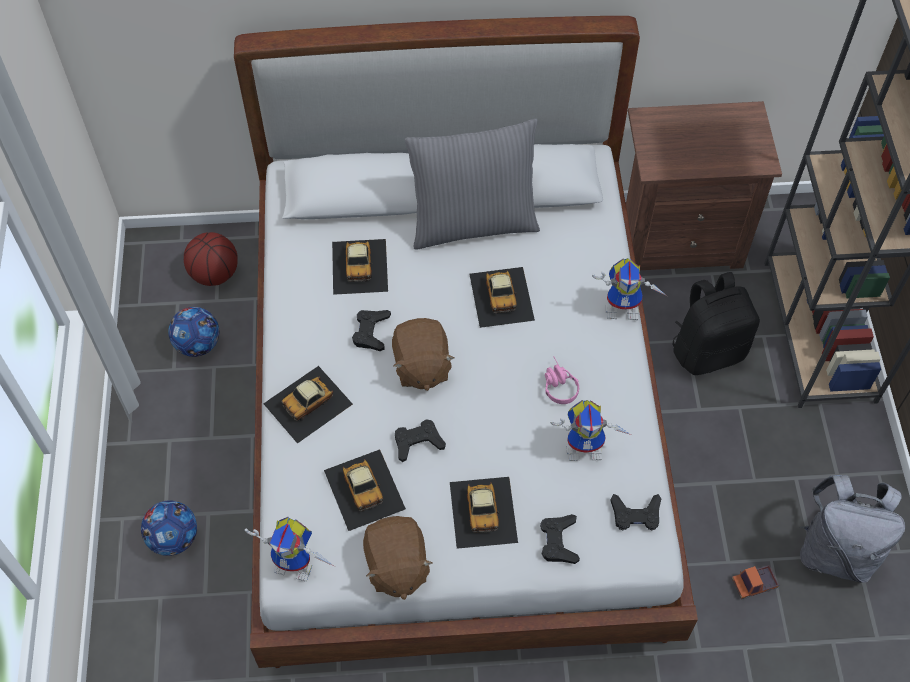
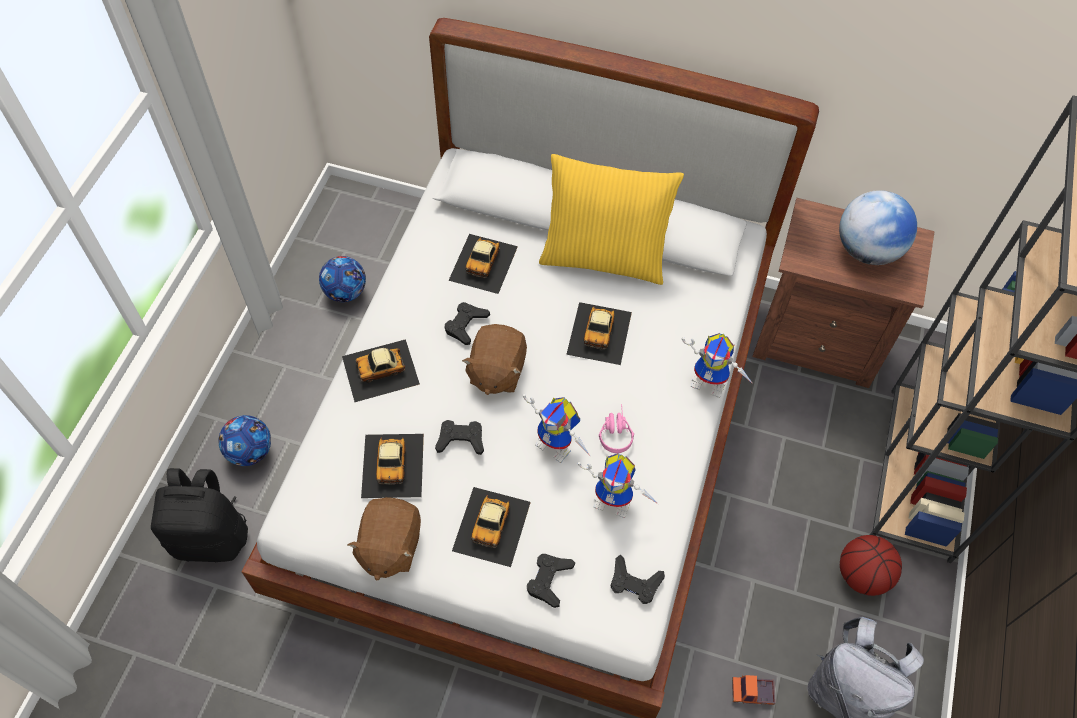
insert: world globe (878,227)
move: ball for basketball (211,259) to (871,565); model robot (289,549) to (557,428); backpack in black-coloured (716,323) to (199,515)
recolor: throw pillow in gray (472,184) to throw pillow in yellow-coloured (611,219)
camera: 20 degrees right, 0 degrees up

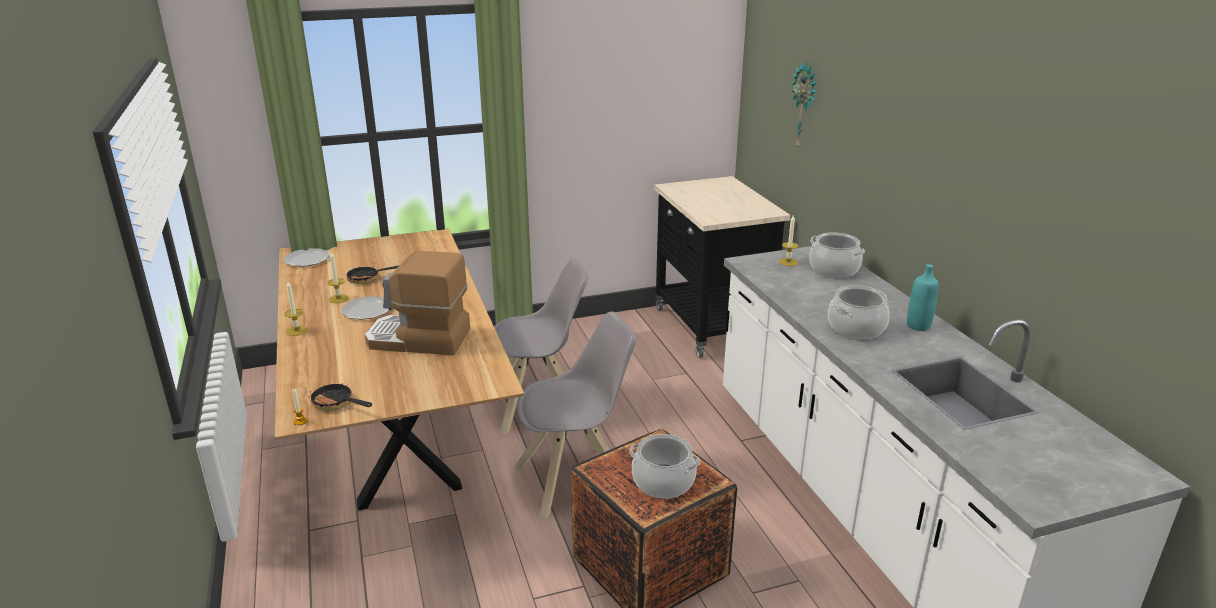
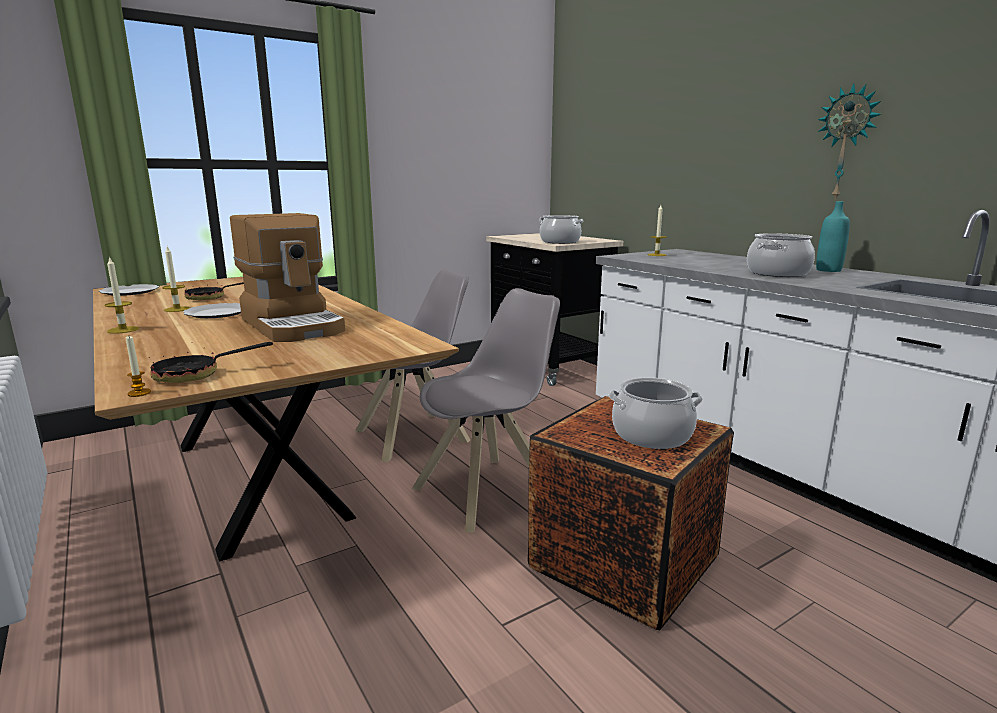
move: hanging clock (804,106) to (849,141); cooking pot (837,255) to (561,229)
rotate: frying pan (341,397) = (211,362) 45 degrees counterclockwise; coffee maker (417,303) = (287,277) 120 degrees counterclockwise
camera: 15 degrees left, 10 degrees down

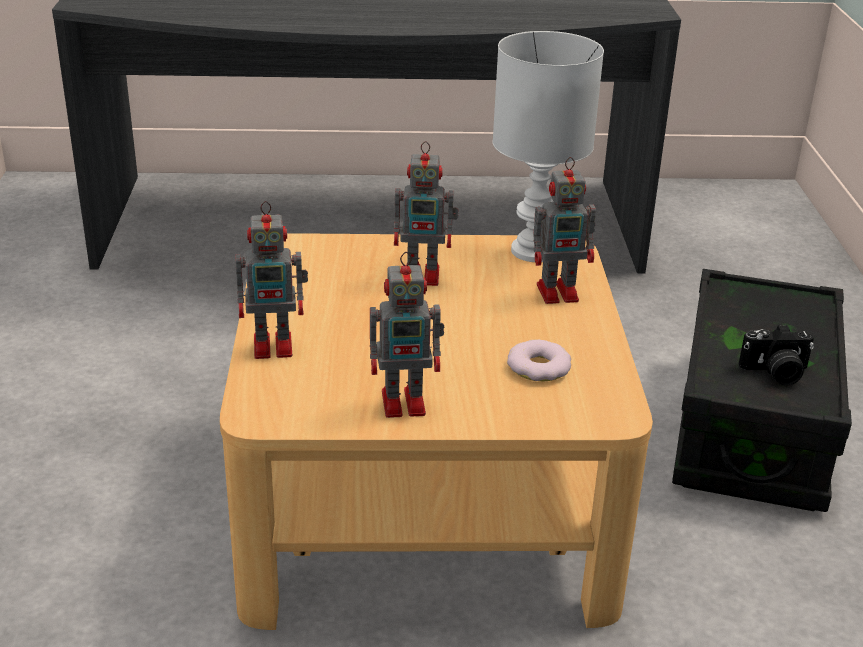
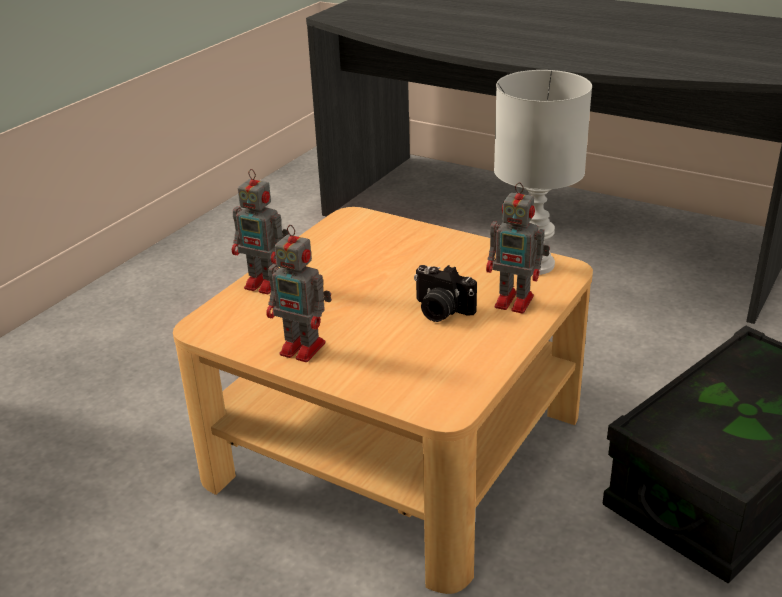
delete: model robot (426,213); doughnut (539,360)
move: still camera (776,355) to (445,293)
camera: 35 degrees right, 0 degrees up

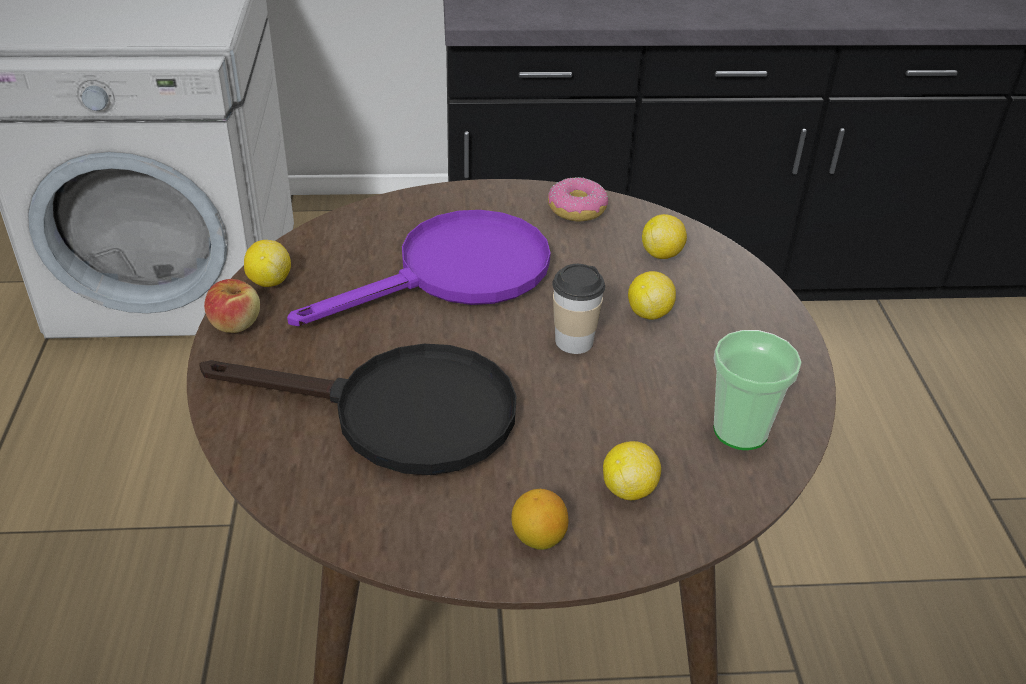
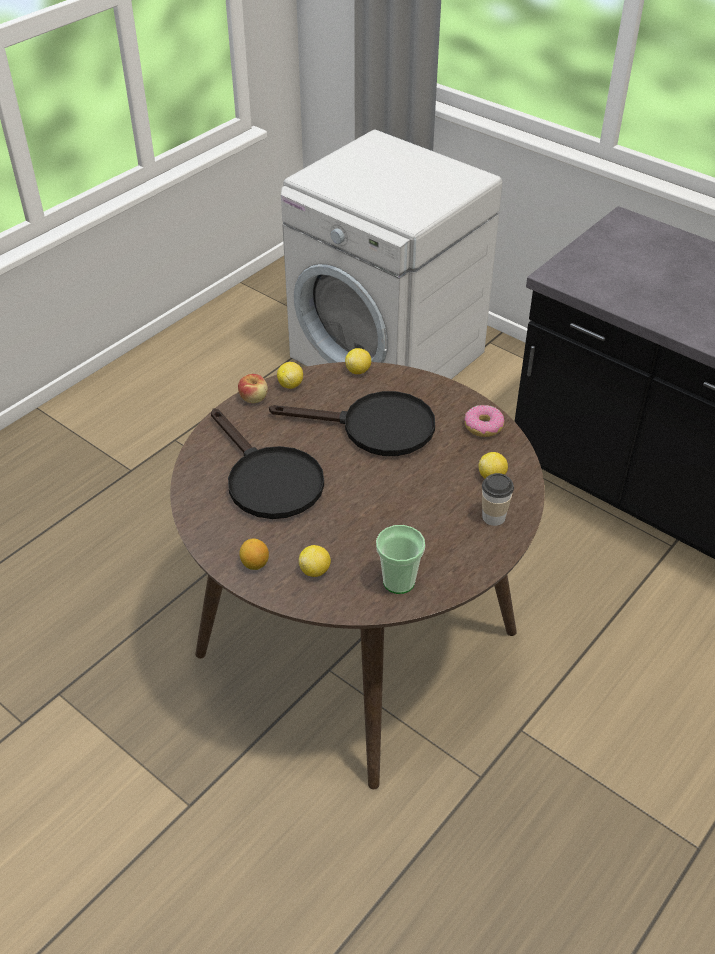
move: cup (578,309) to (498,499); whole lemon (652,295) to (358,361)
recolor: frying pan in purple (419,268) to frying pan in black-coloured (352,423)
camera: 45 degrees right, 5 degrees up

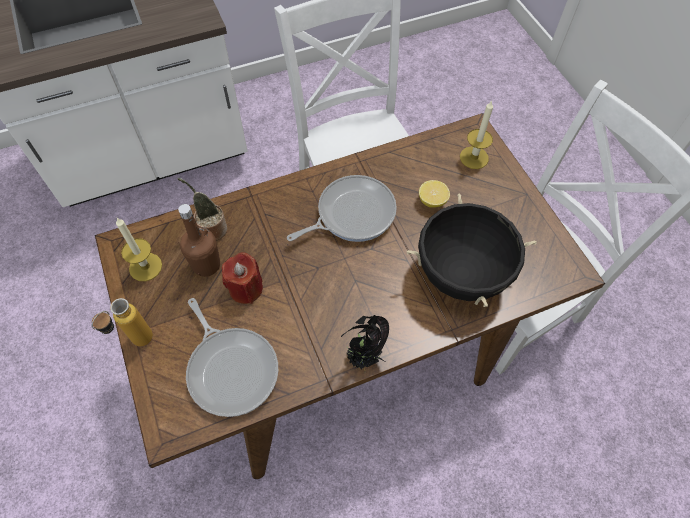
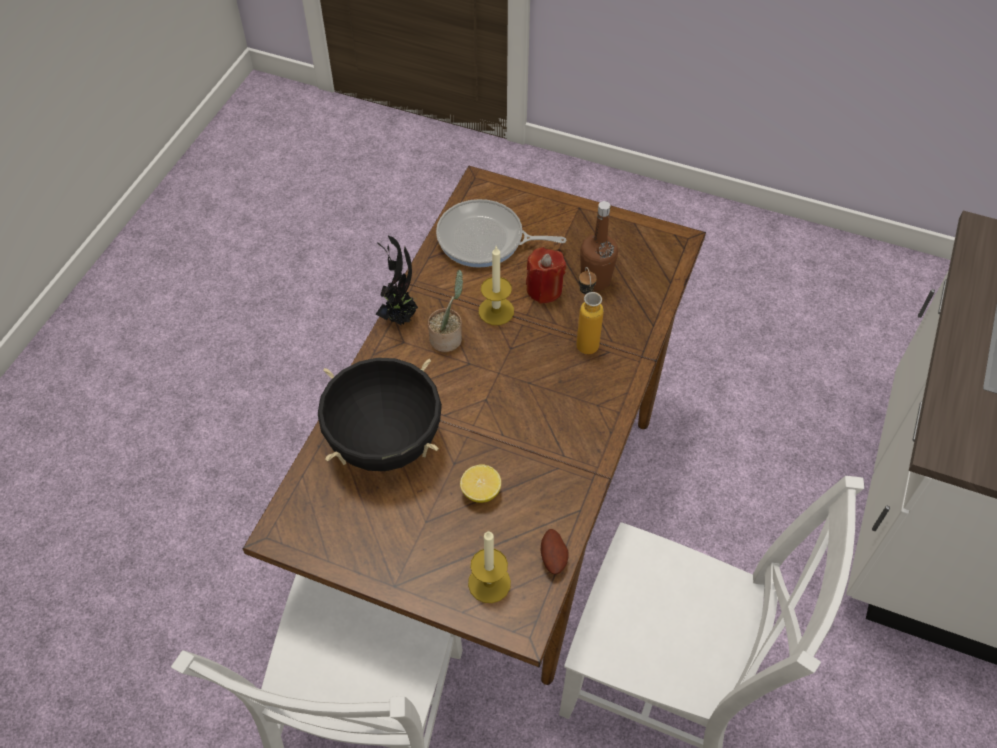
delete: frying pan (342,208)
insert: spud (555,552)
move: bottle (122,322) to (590,311); candle (139,249) to (496,286); potted plant (202,209) to (445,311)
camera: 135 degrees right, 5 degrees down

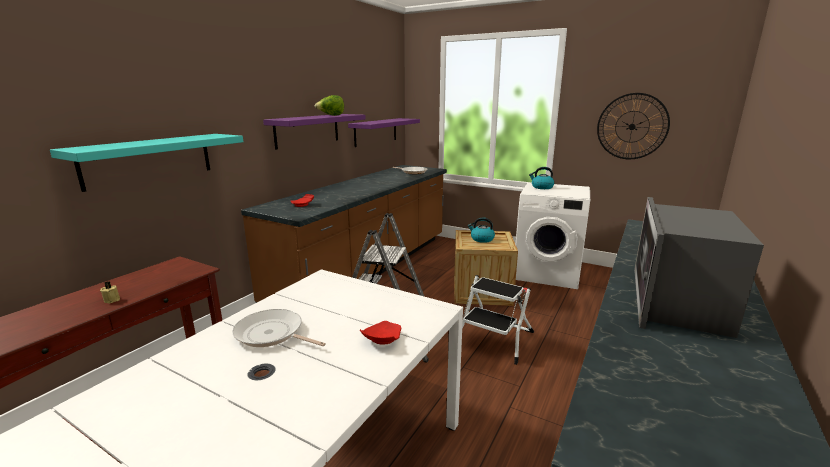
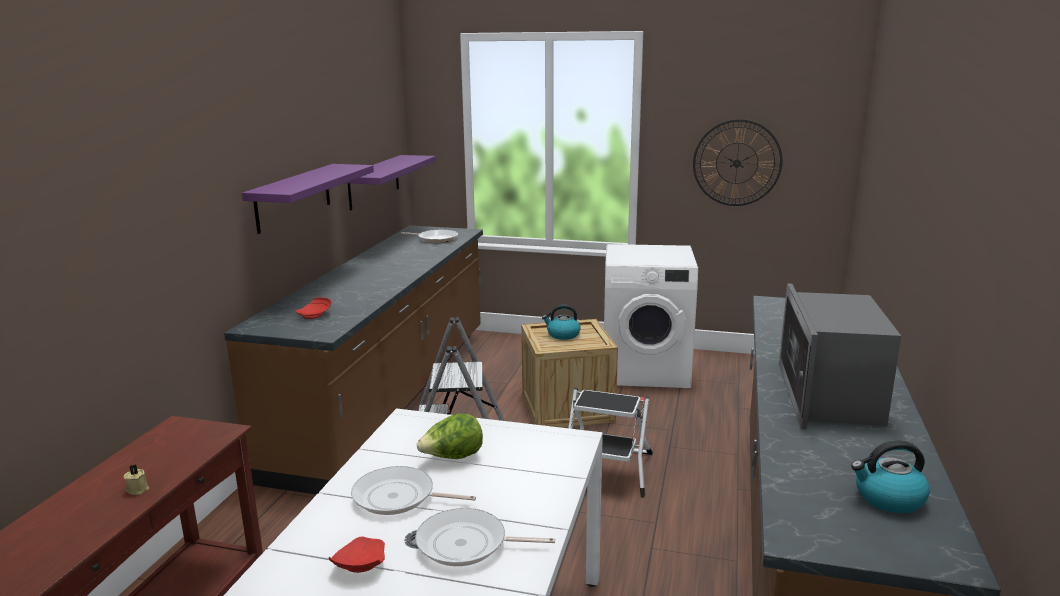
delete: bracket shelf in turquoise (146,163)
insert: frying pan (485,537)
move: lettuce (329,105) to (450,436); plate in red (380,333) to (357,555); water kettle (542,178) to (890,476)
camera: 15 degrees left, 0 degrees up

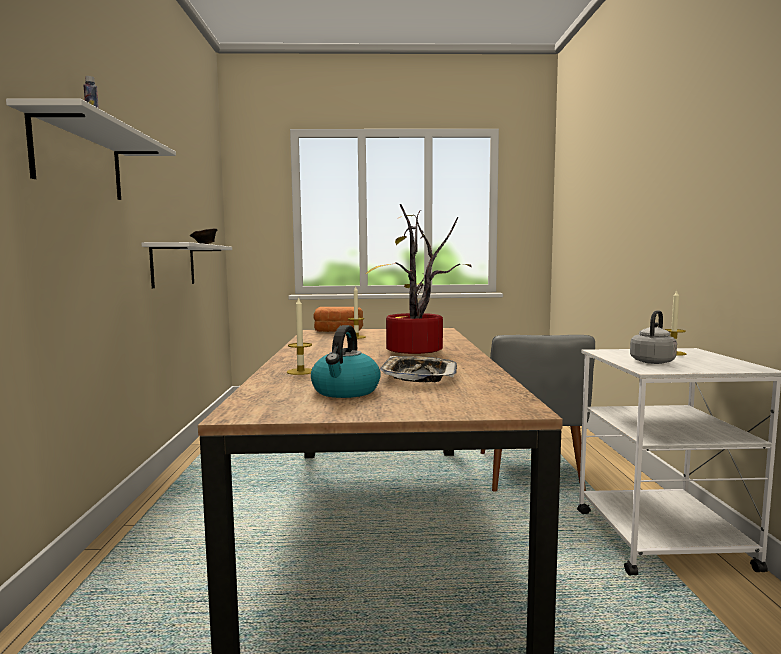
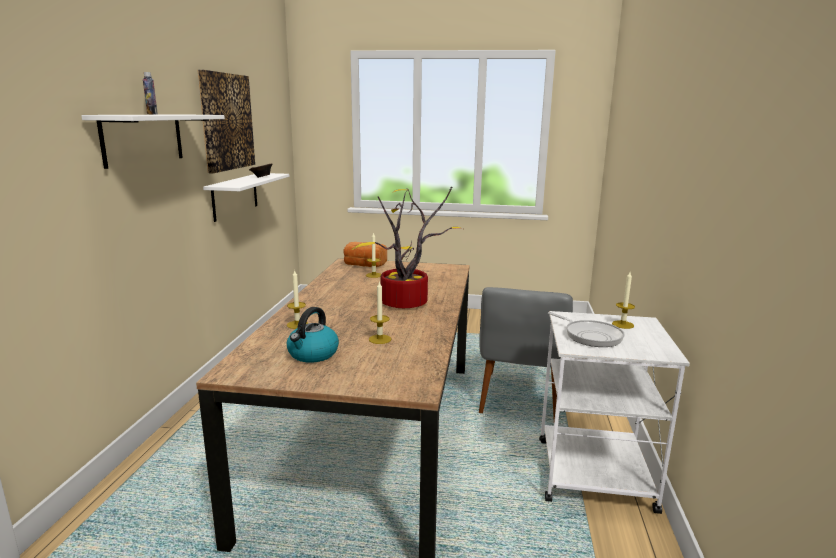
insert: wall art (226,121)
replace: serving tray (418,369) to candle (380,312); water kettle in gray (653,337) to frying pan (586,329)
camera: 10 degrees right, 10 degrees up

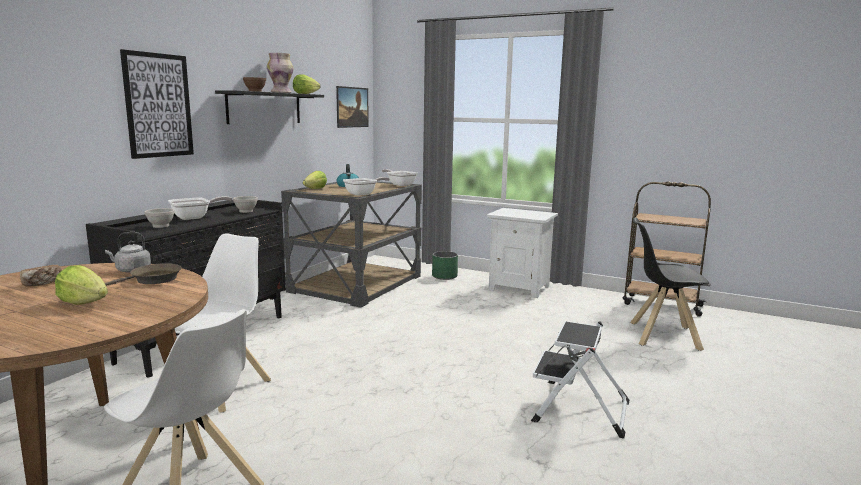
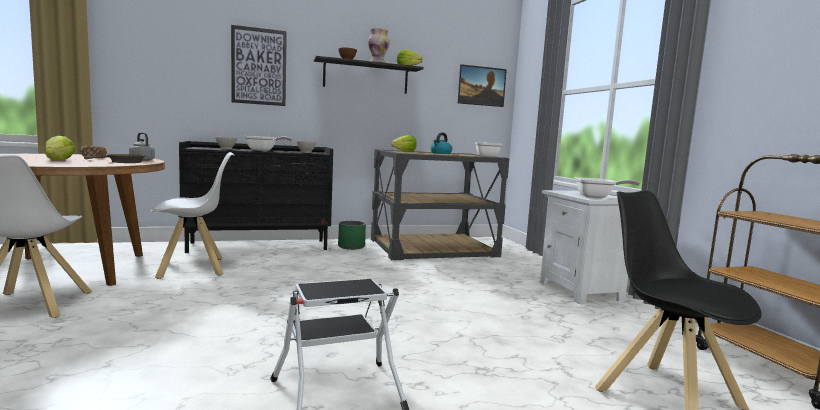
move: frying pan (366,186) to (607,187); plant pot in green (445,265) to (352,235)
camera: 45 degrees right, 5 degrees down

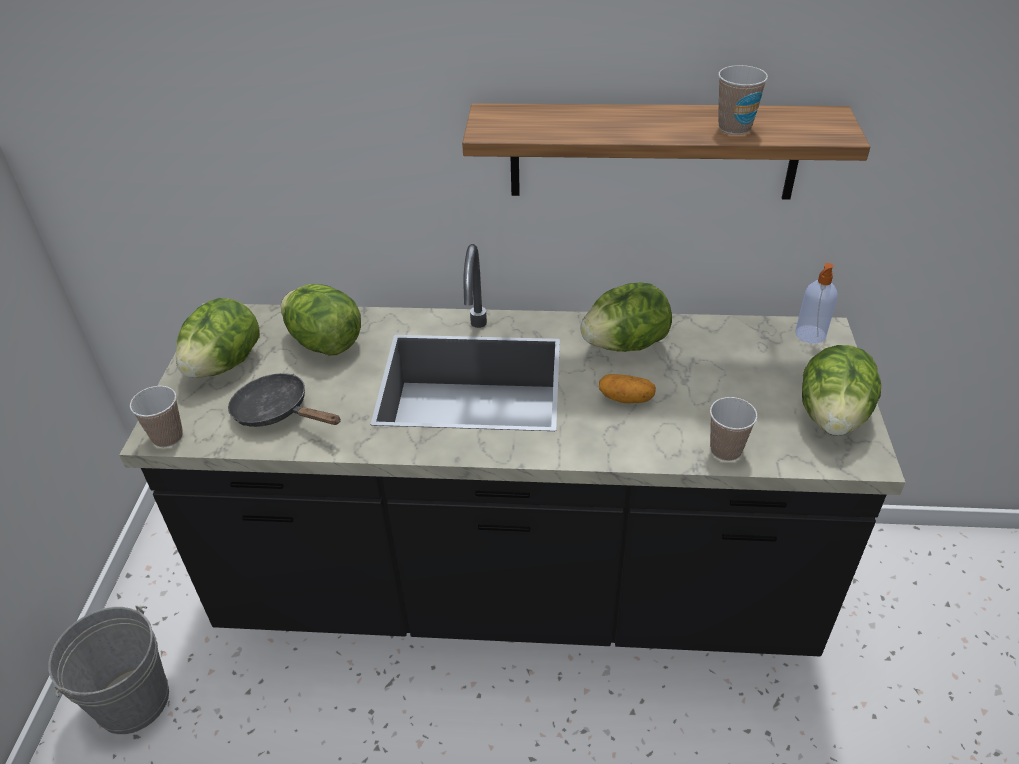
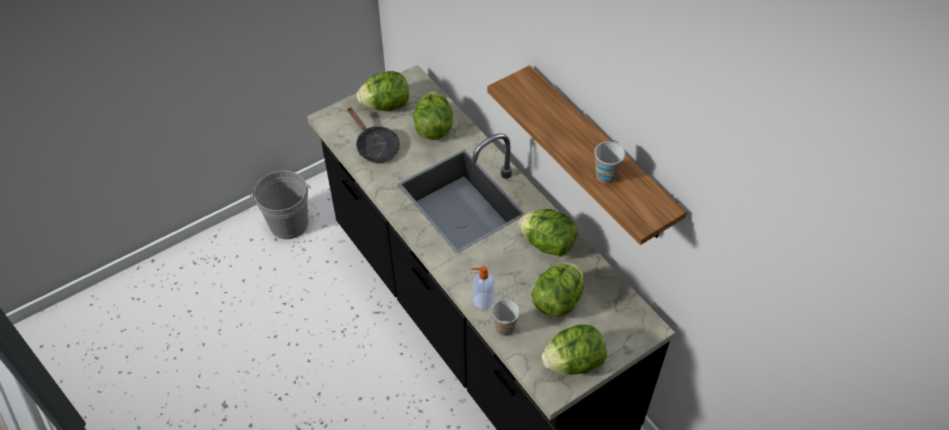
delete: cup (156,416); spud (627,389)
insert: lettuce (557,289)
move: liquid soap bottle (816,303) to (483,288)
rotate: frying pan in black-coloured (284,400) = (373,135) 150 degrees clockwise
camera: 50 degrees right, 10 degrees up

